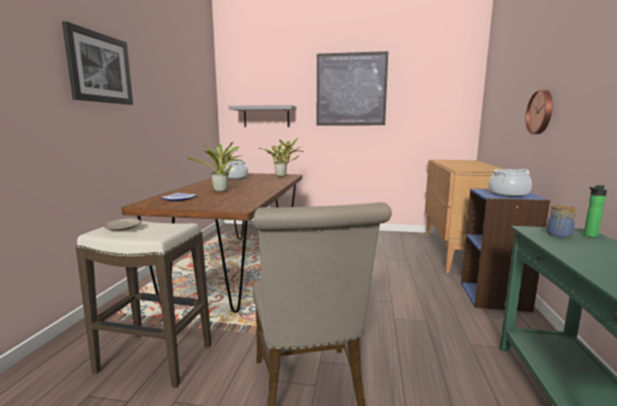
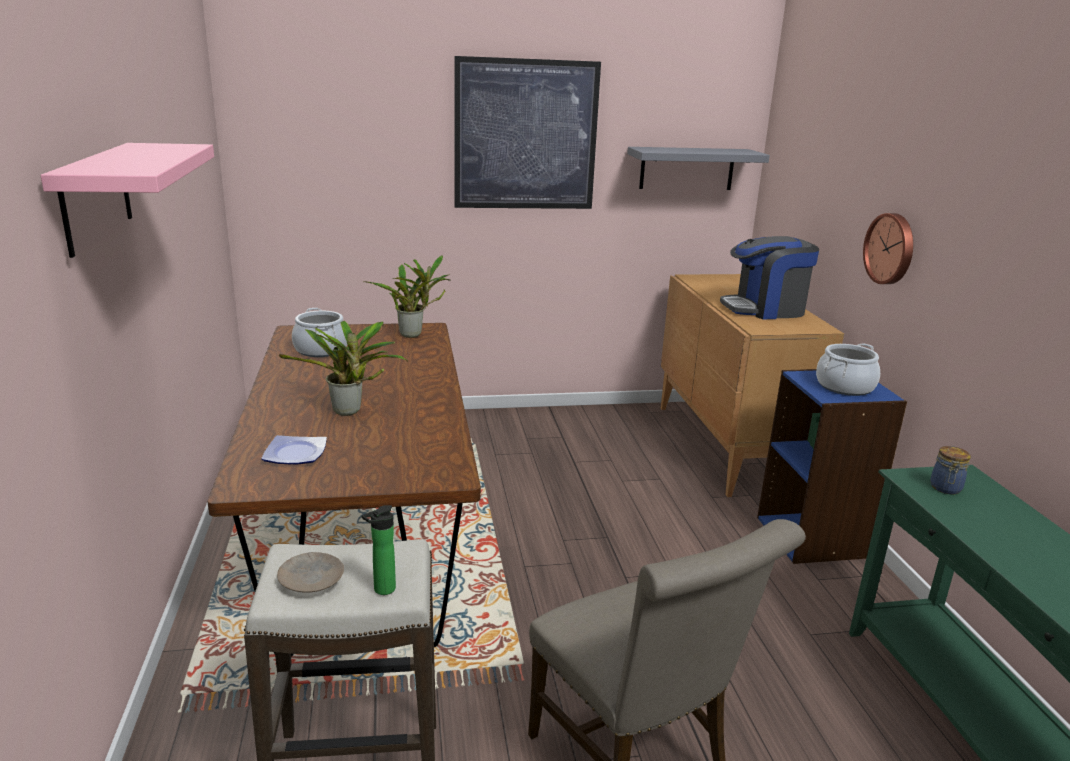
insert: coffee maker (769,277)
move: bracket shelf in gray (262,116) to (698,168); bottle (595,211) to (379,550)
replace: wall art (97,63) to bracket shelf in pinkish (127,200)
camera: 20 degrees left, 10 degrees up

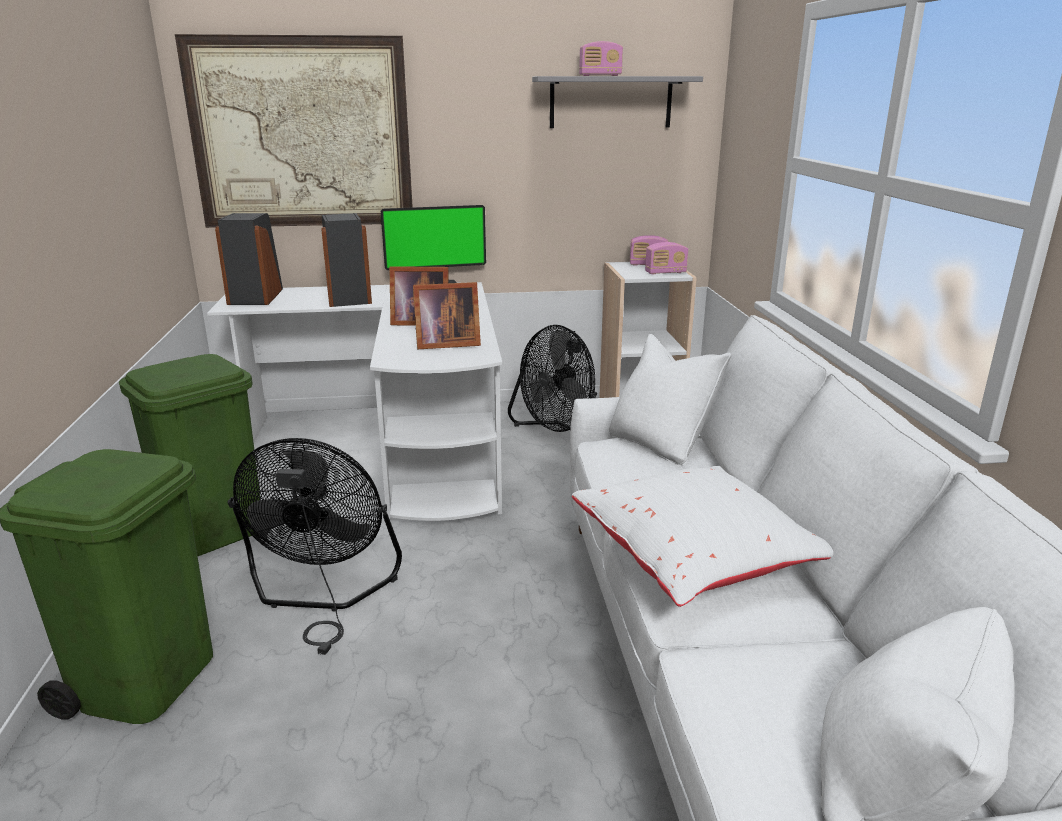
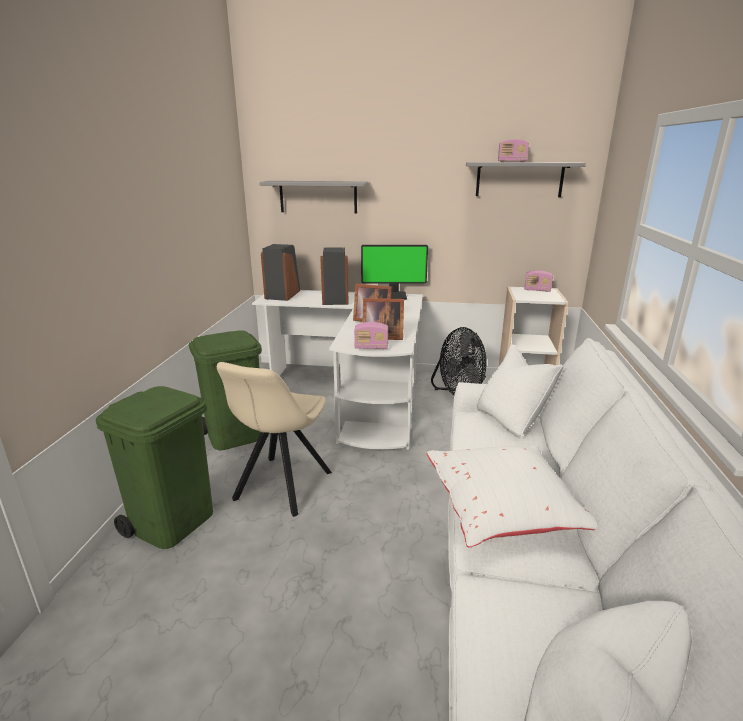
move: radio (666,258) to (371,335)
replace: wall art (294,131) to bracket shelf in gray (313,197); cooling fan in black-coloured (315,546) to upright chair in sand-coloured (274,439)
camera: 15 degrees right, 0 degrees up

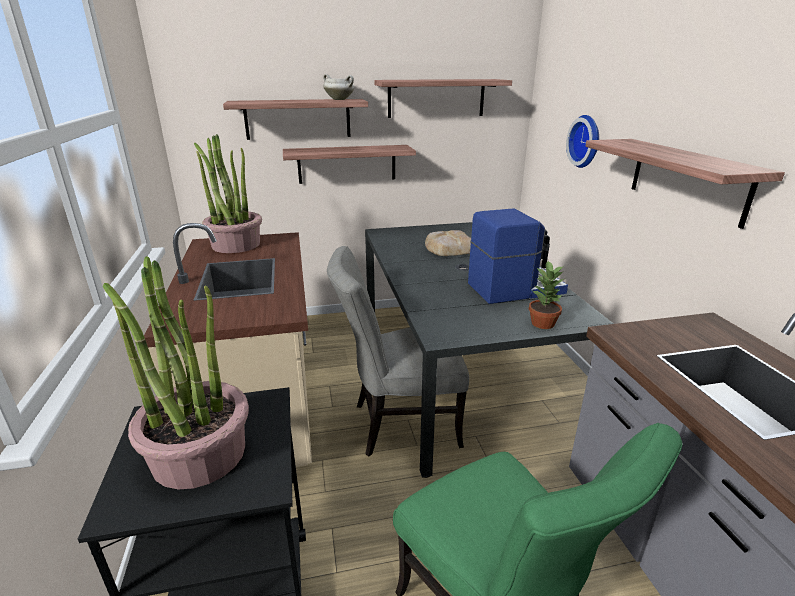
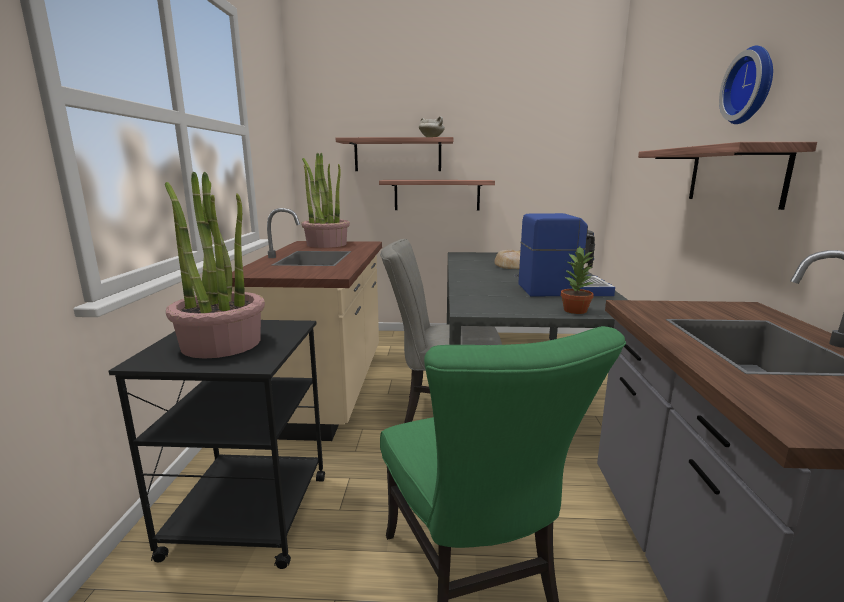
delete: bracket shelf (443,98)
move: hanging clock (582,141) to (746,85)
camera: 15 degrees right, 10 degrees down

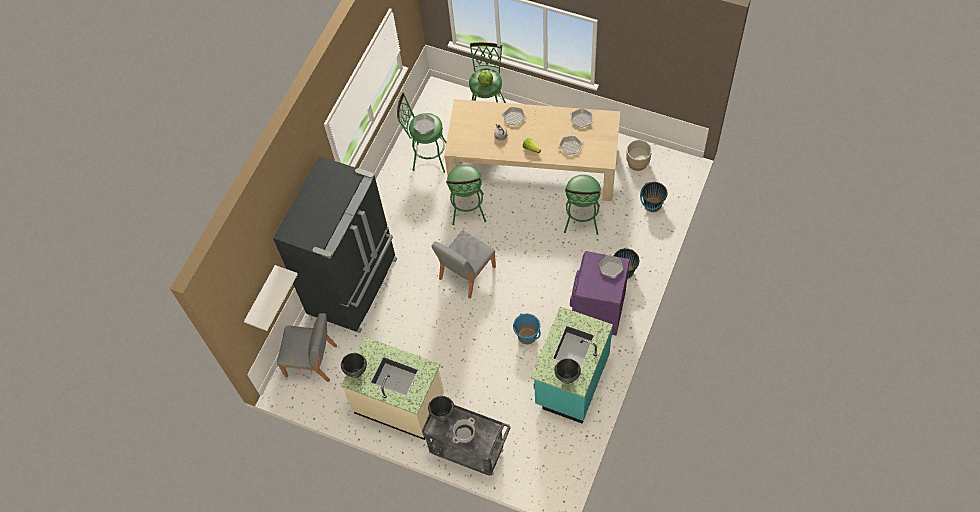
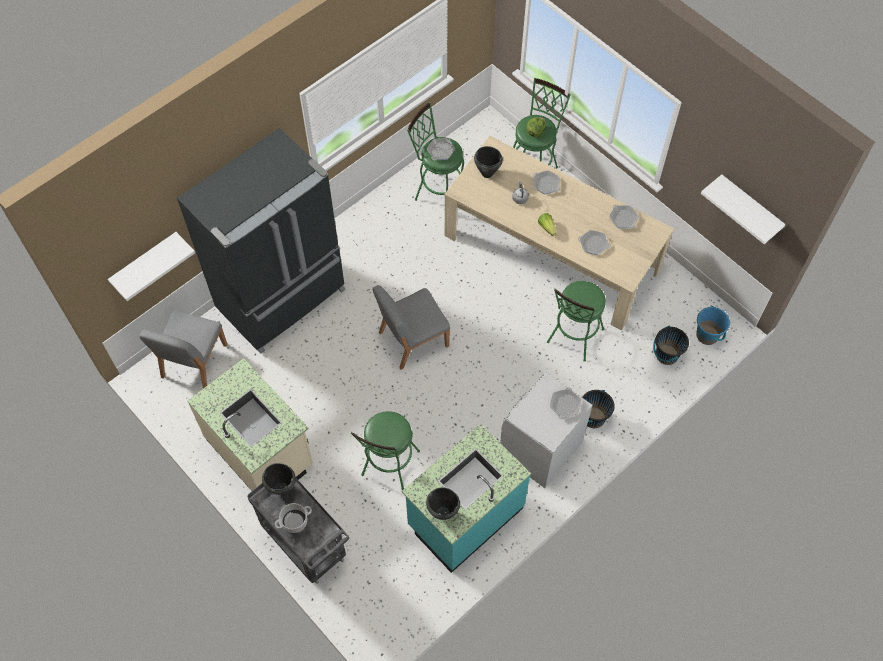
delete: plant pot in sand-coloured (639,155)
insert: bracket shelf in whitish (743,209)
move: cooking pot in black-coloured (354,365) to (488,162); stool seat in green (466,195) to (385,450); bucket in bluish (527,328) to (713,325)
recolor: laundry appliance in purple (600,293) to laundry appliance in whitish (546,430)
rotate: upright chair in gray (307,347) = (183,349) 75 degrees clockwise
camera: 20 degrees right, 0 degrees up

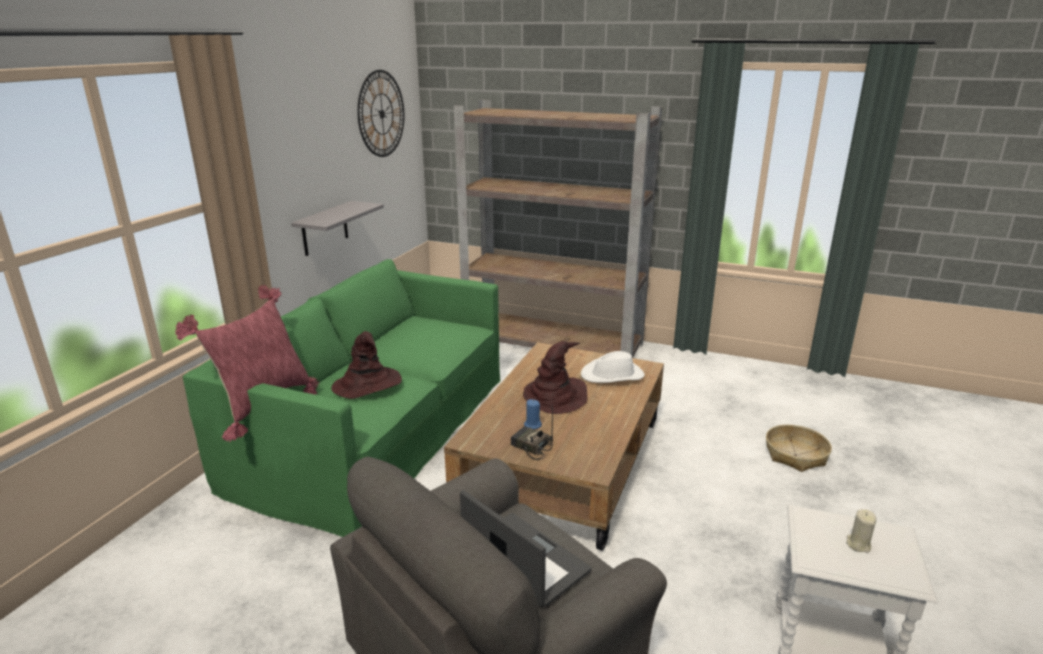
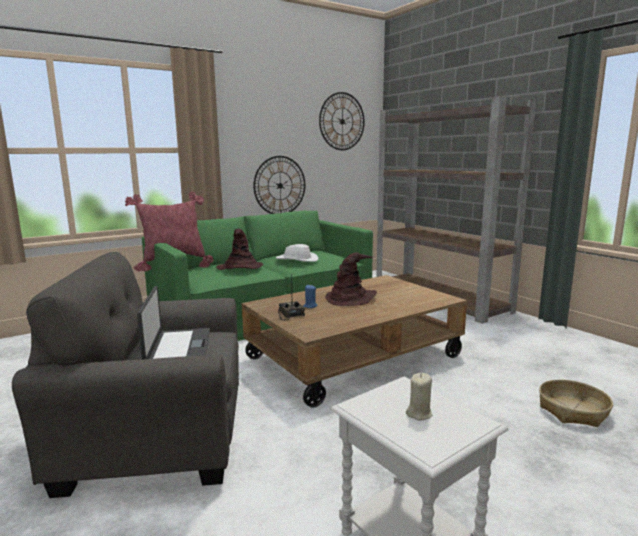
move: wearable hat in whitish (613,367) to (297,253)
replace: bracket shelf in gray (337,228) to hanging clock (279,185)
camera: 35 degrees right, 10 degrees down

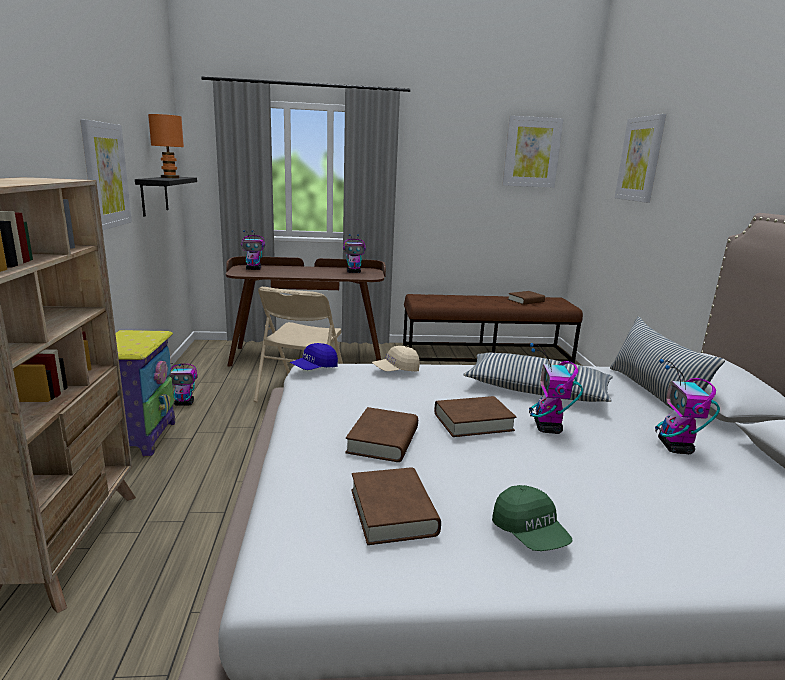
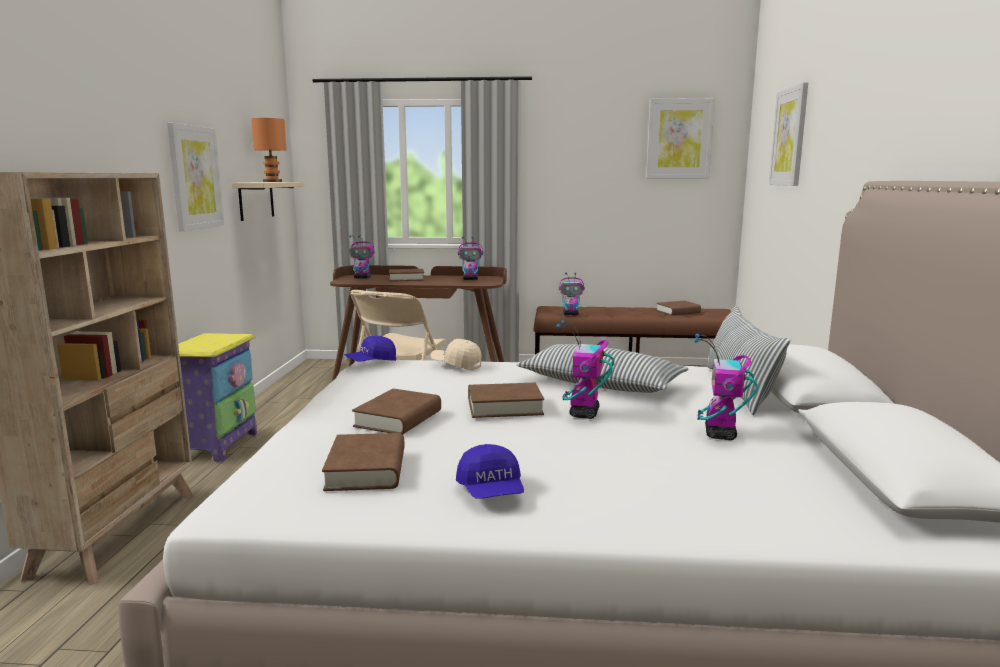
insert: volume in brown (406,275)
move: model robot (183,384) to (572,293)
recolor: bracket shelf in black-coloured (166,197) to bracket shelf in sand-coloured (267,201); baseball cap in green (532,518) to baseball cap in bluish (490,471)
rotate: baseball cap in sand-coloured (396,358) = (456,354) 45 degrees clockwise
camera: 10 degrees right, 5 degrees down

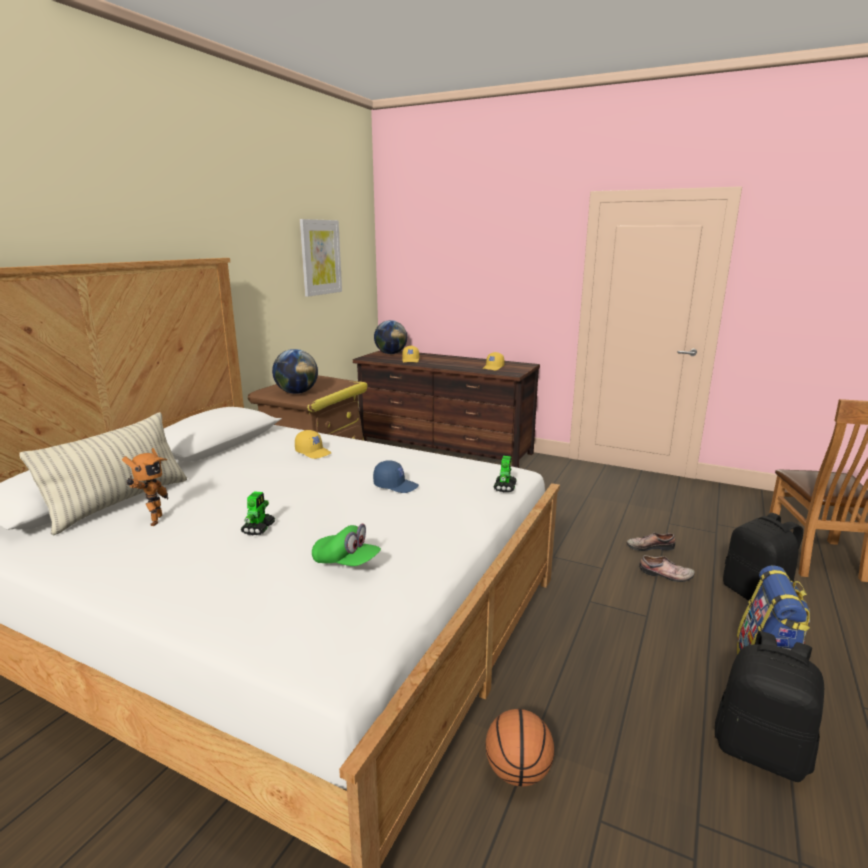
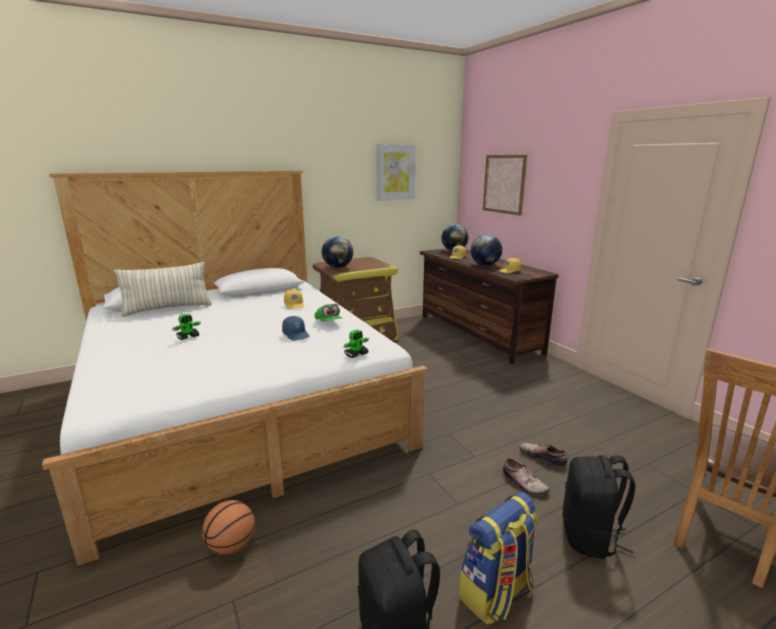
delete: model robot (145,487)
insert: world globe (486,250); wall art (505,184)
move: baseball cap in green (346,545) to (328,313)
camera: 35 degrees right, 0 degrees up

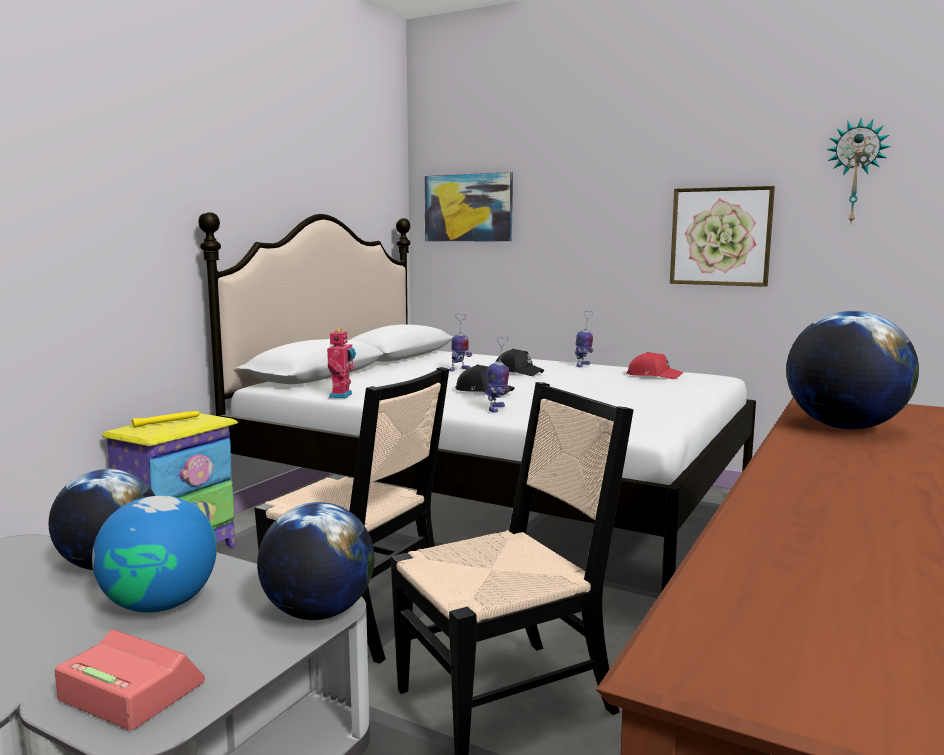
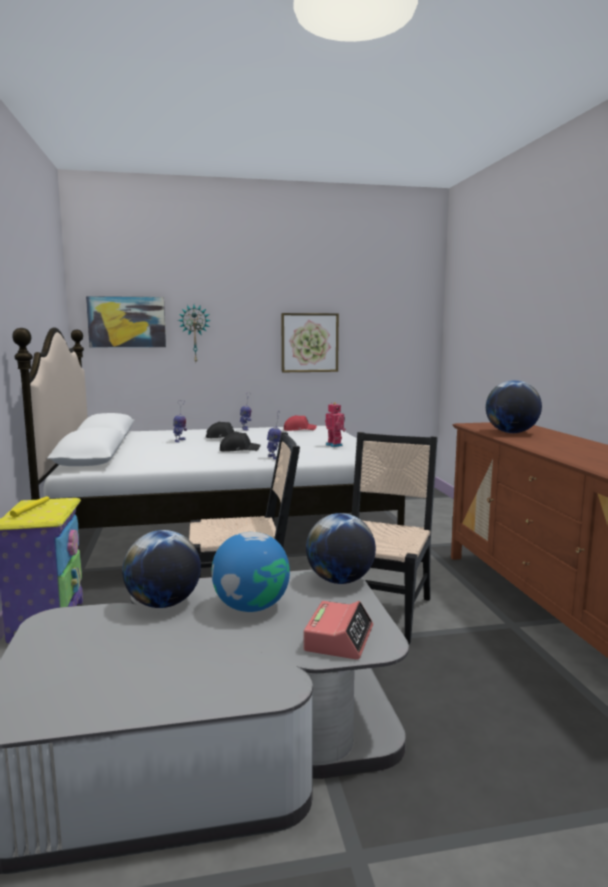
move: model robot (341,363) to (335,424); hanging clock (859,170) to (194,333)
rotate: table clock (129,680) = (338,630) 120 degrees clockwise
camera: 40 degrees left, 0 degrees up

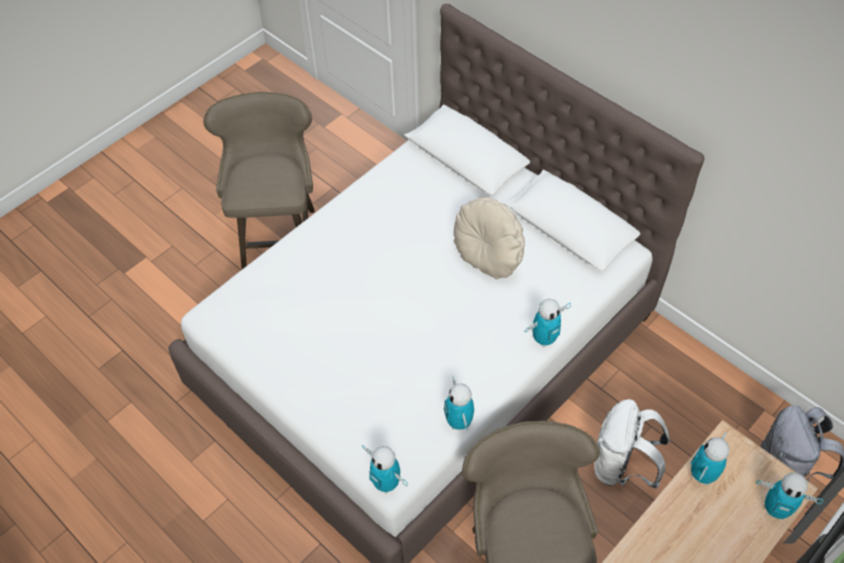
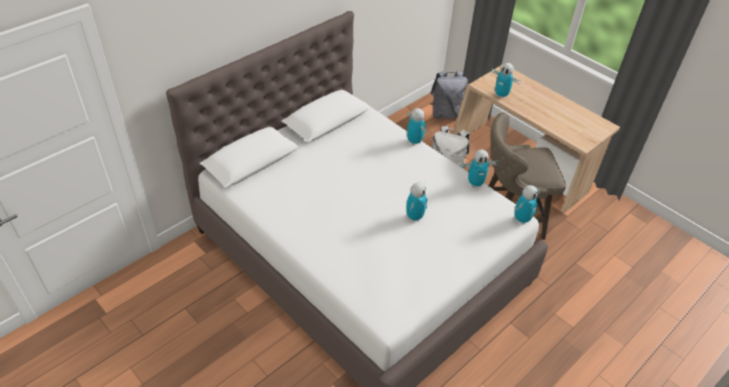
delete: stool seat in sand-coloured (258,180); throw pillow in sand-coloured (489,238)
move: model robot (790,496) to (416,202)
camera: 90 degrees left, 10 degrees down

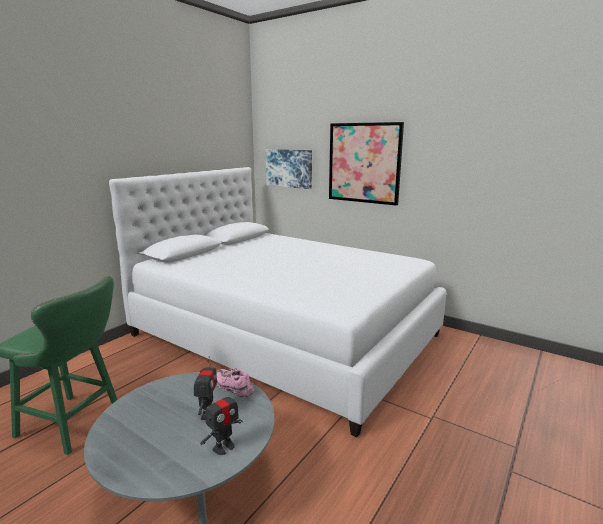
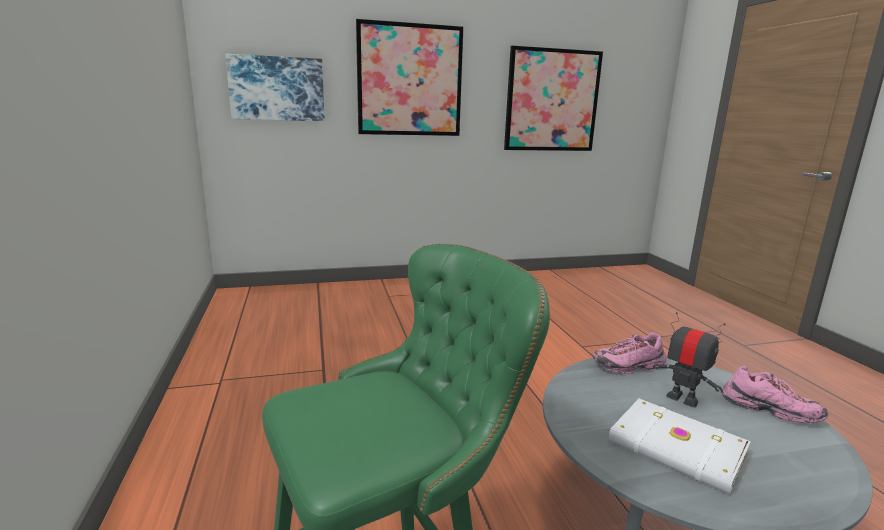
delete: sleeping bed in whitish (277,302)
insert: wall art (553,98); volume in whitish (680,447)
replace: model robot (221,421) to low shoe in pinkish (775,394)
camera: 50 degrees left, 0 degrees up

